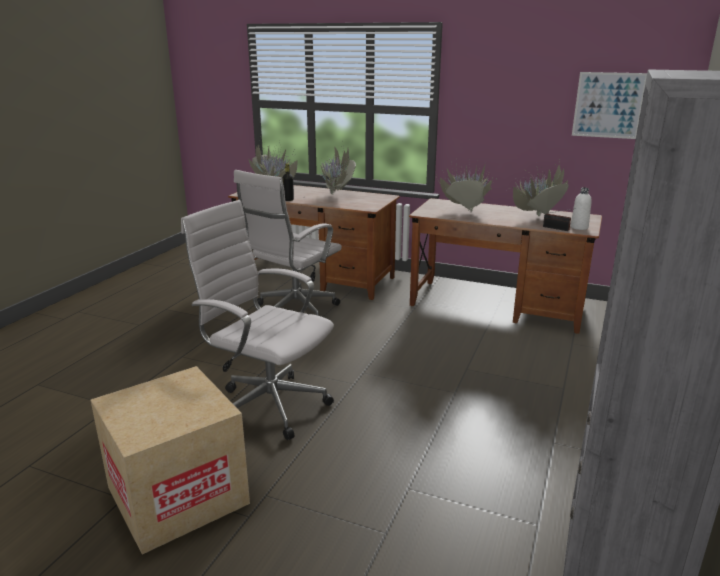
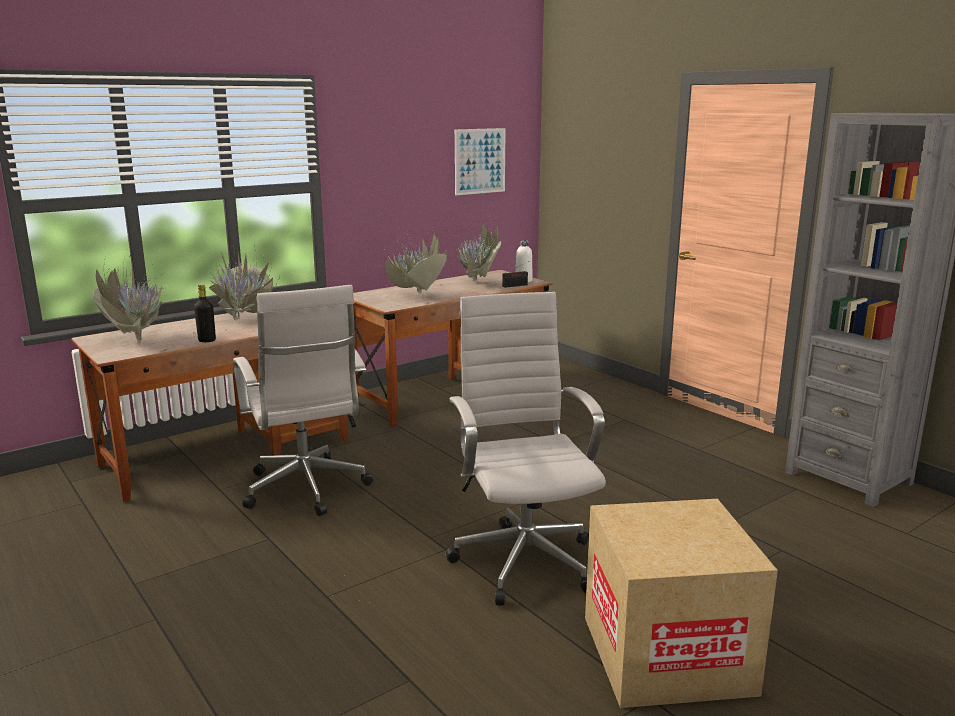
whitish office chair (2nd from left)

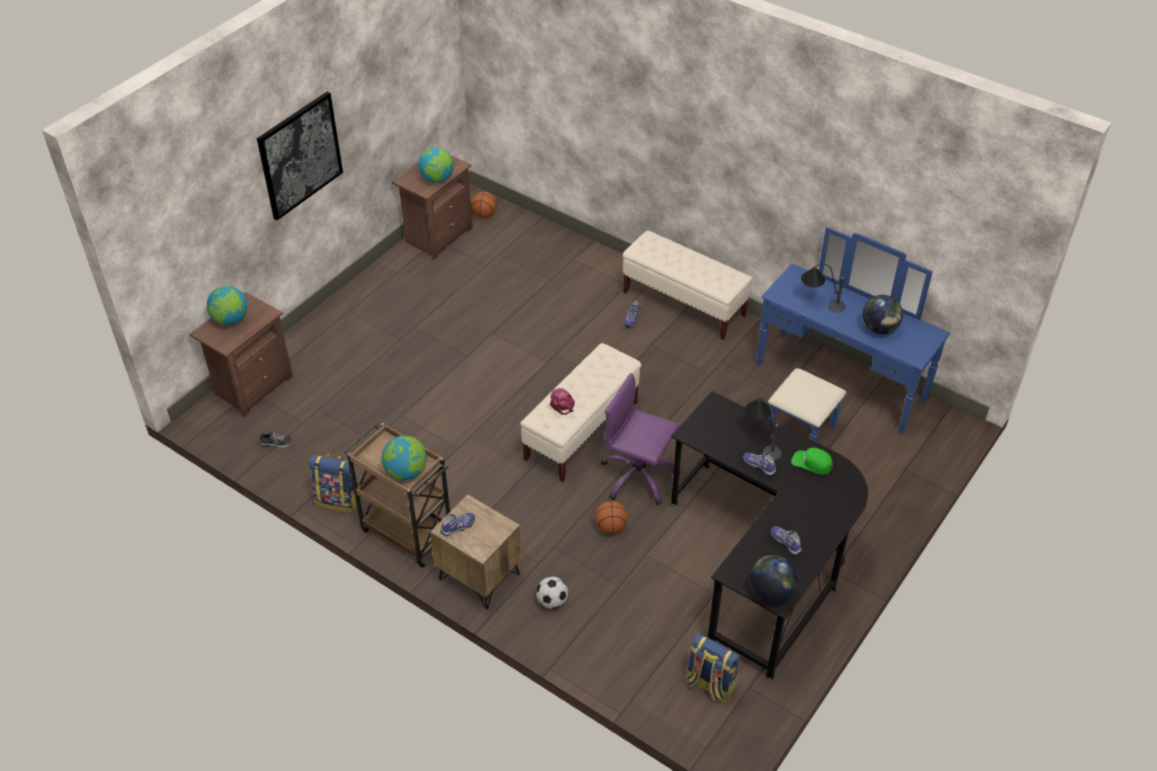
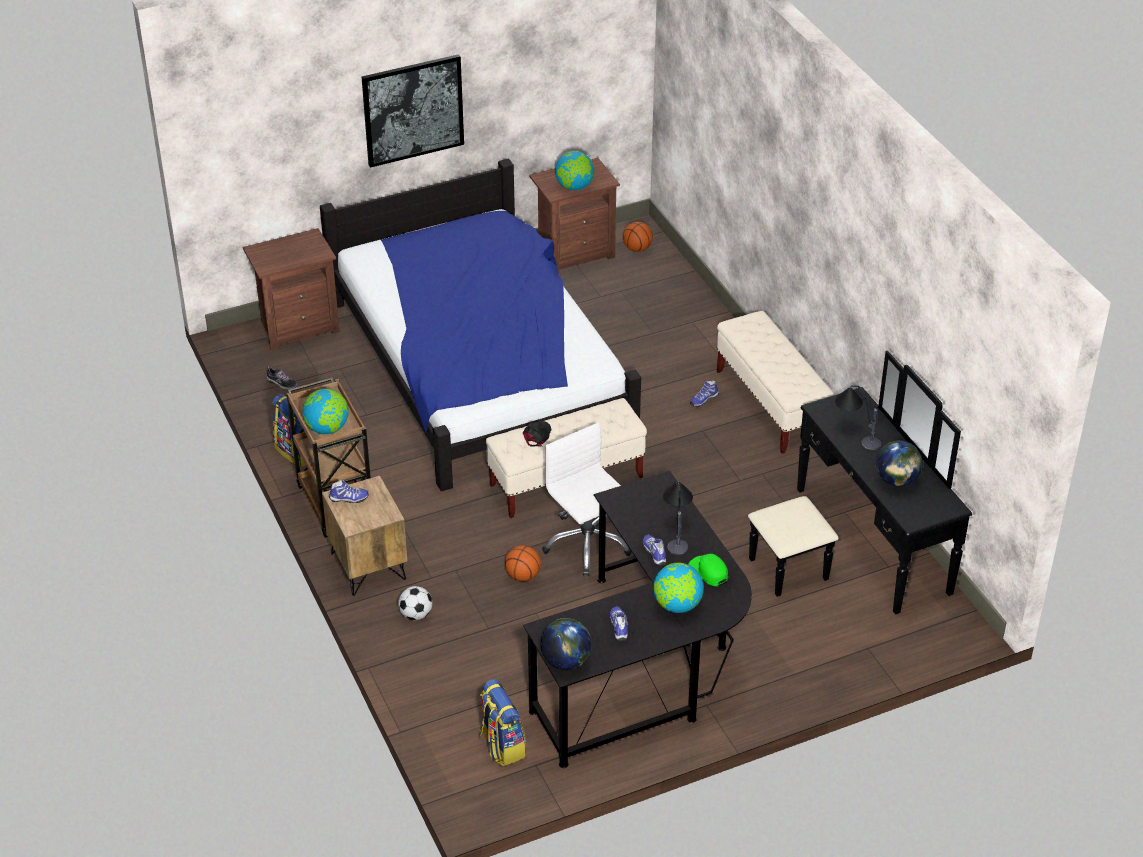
sleeping bed; world globe (4th from left); black-coloured cap; whitish office chair; black-coloured chest of drawers

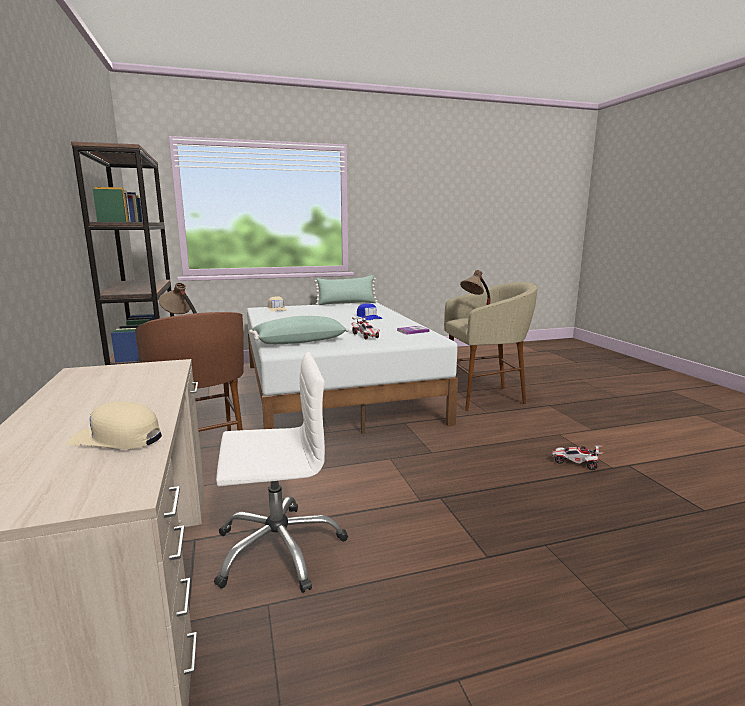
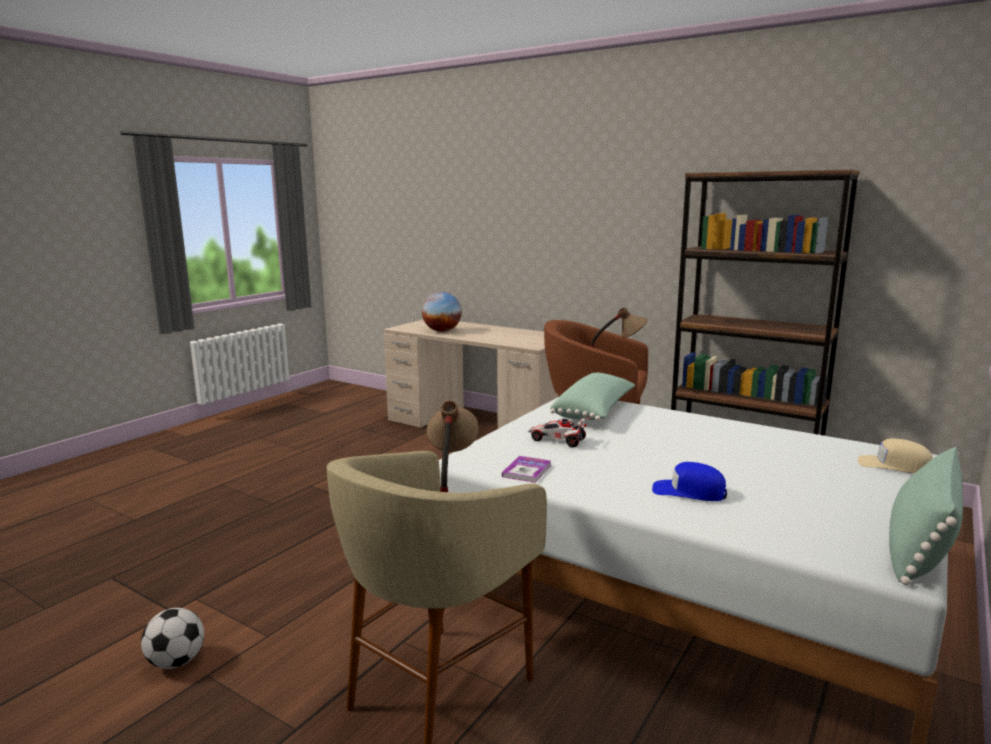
whitish office chair; miniature car (2nd from left in the first image); football; world globe

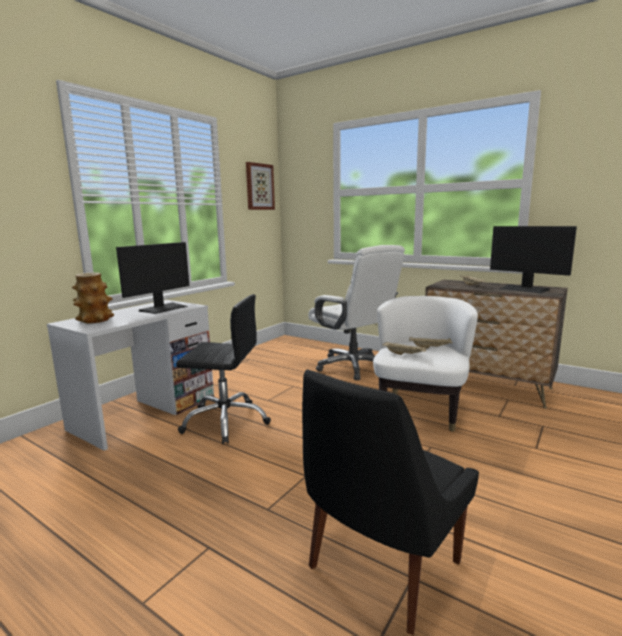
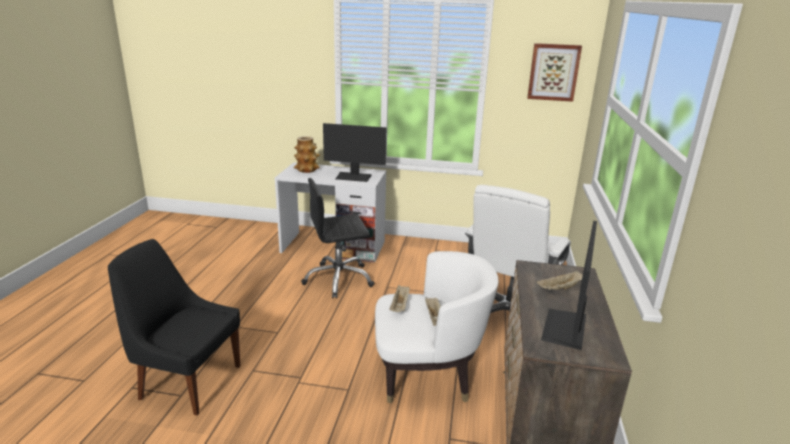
black-coloured office chair

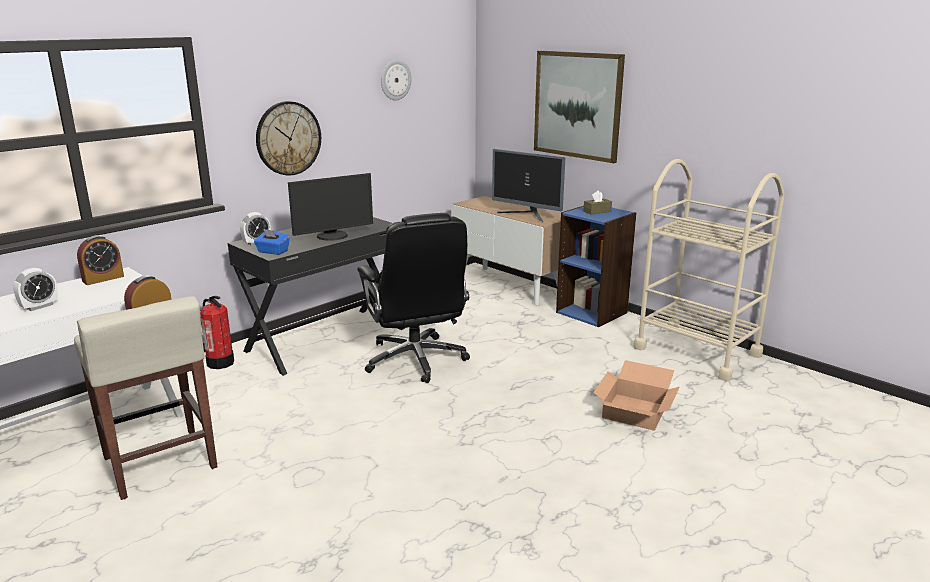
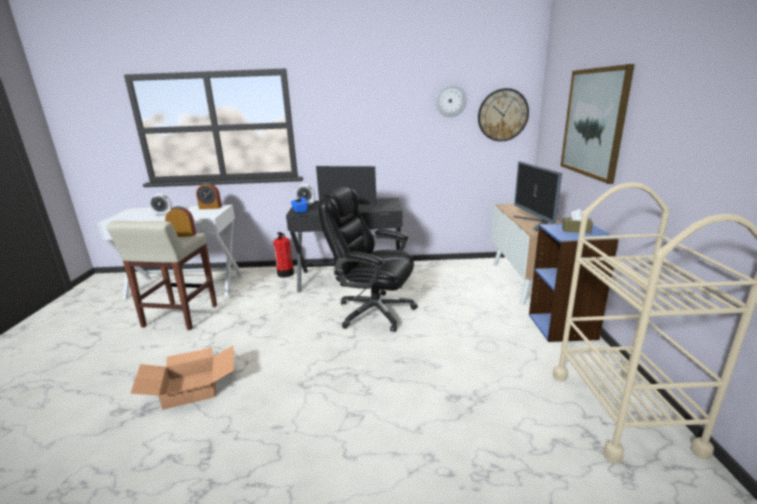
wall clock (2nd from left); carton; black-coloured office chair

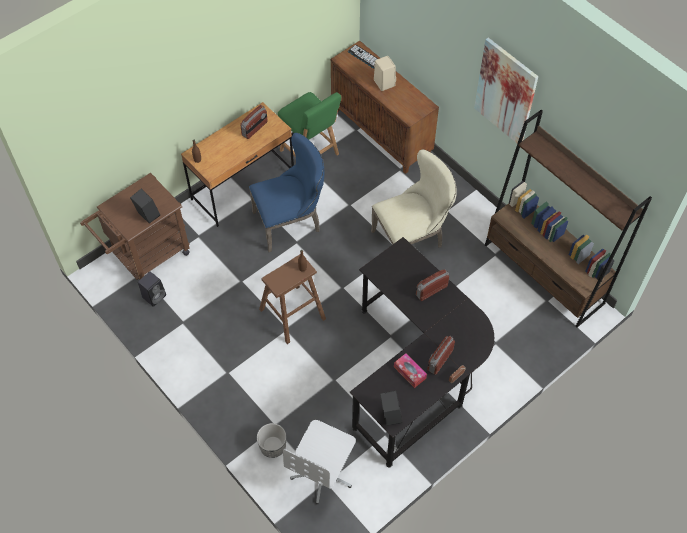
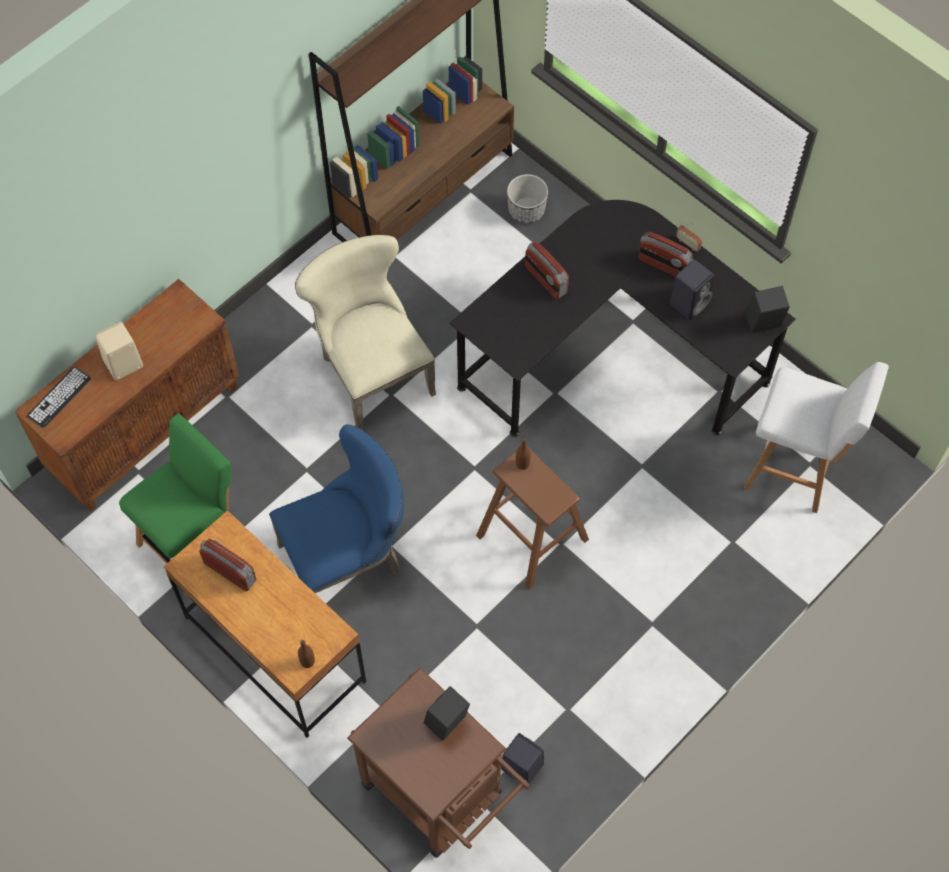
picture; plant pot; whitish stool; black-coloured audio speaker (3rd from left); blue-coloured chair

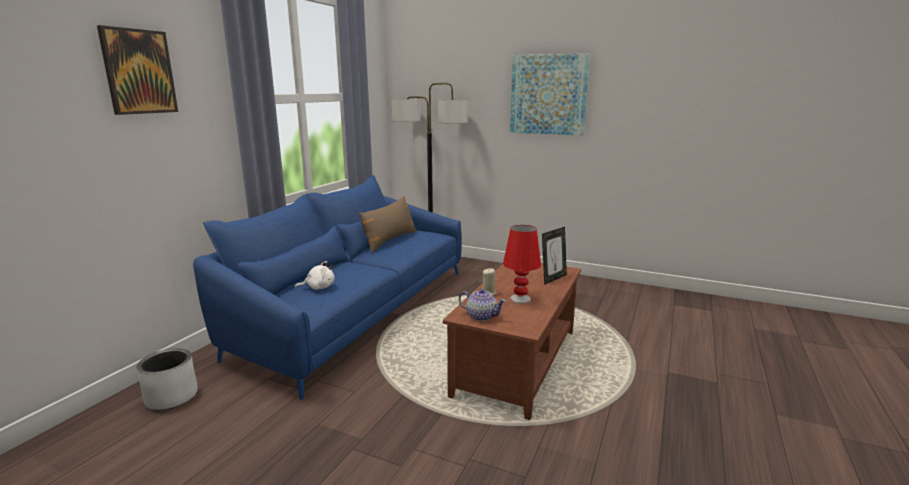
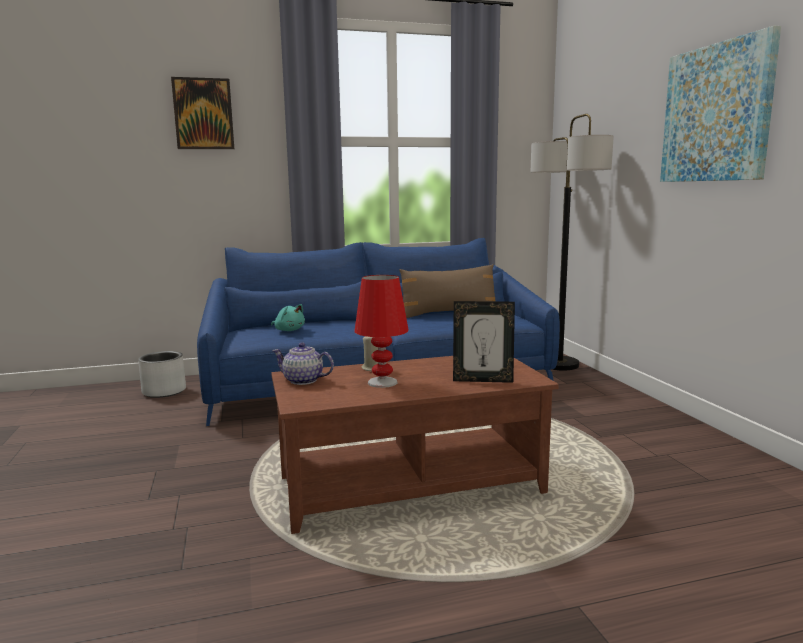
blue-green plush toy; tea pot

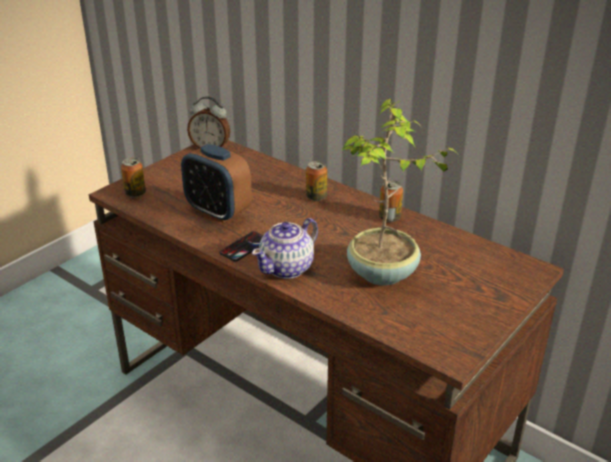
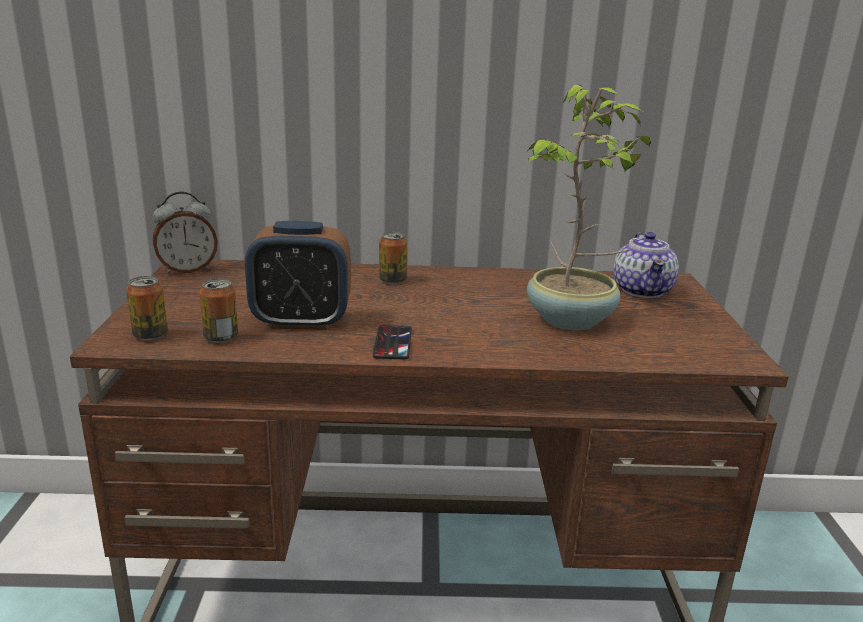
tea pot; sealed can (2nd from left)

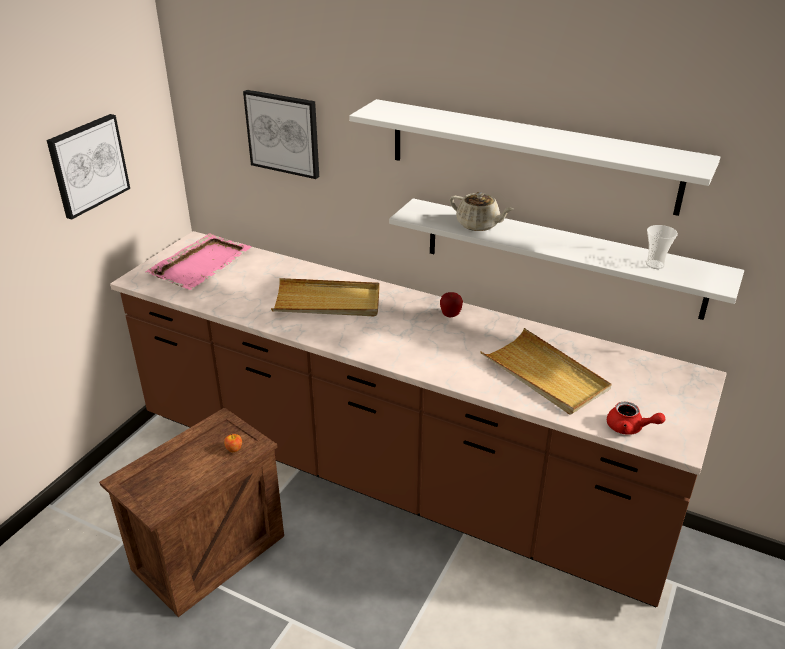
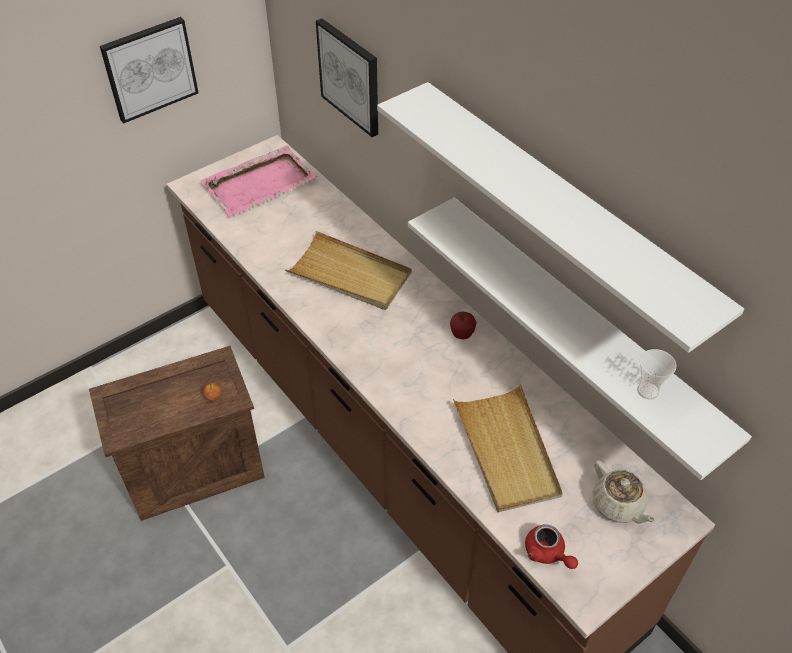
beige tea pot

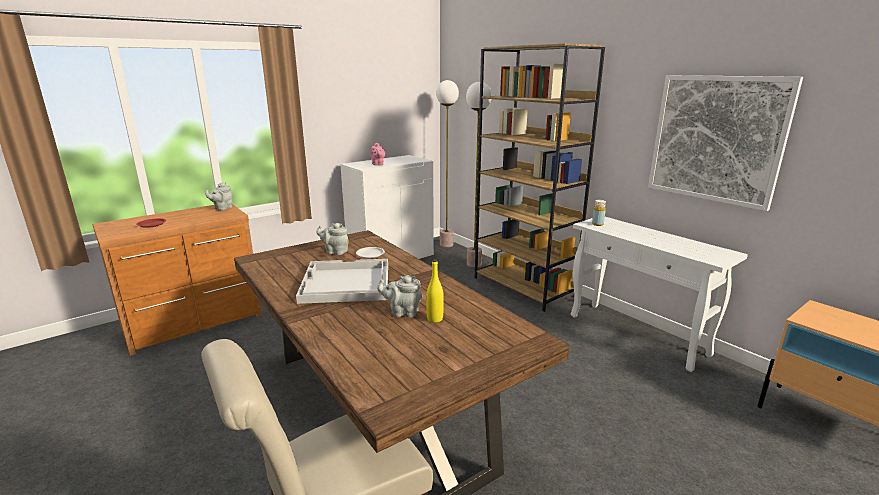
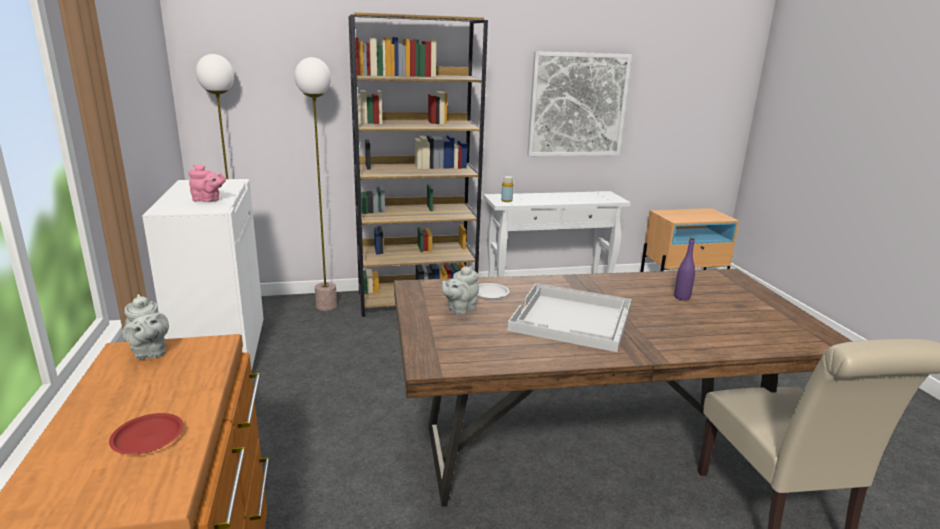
gray tea pot (3rd from left in the first image); purple-coloured beverage bottle

